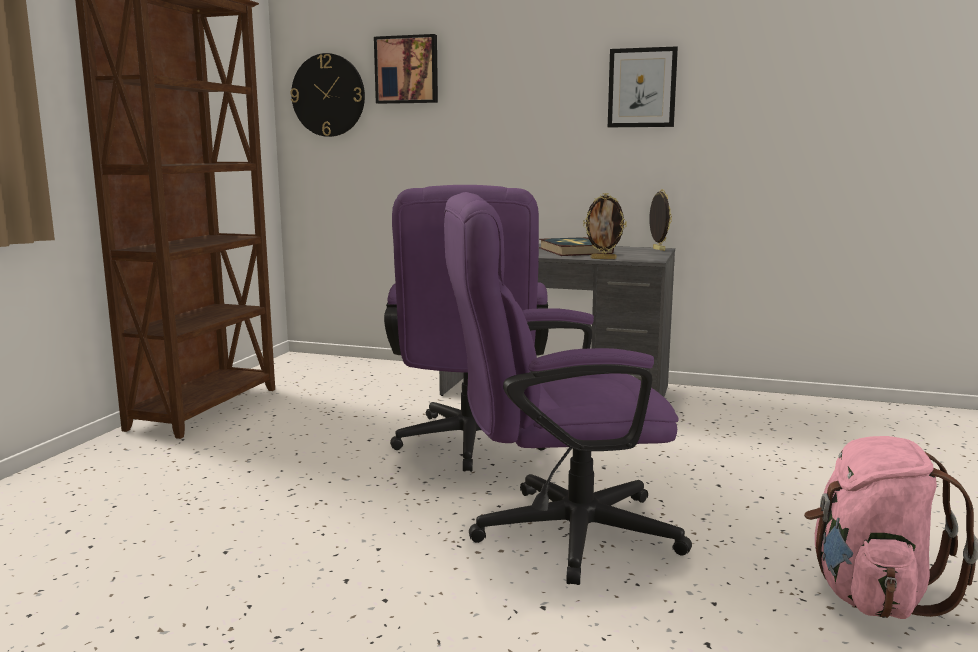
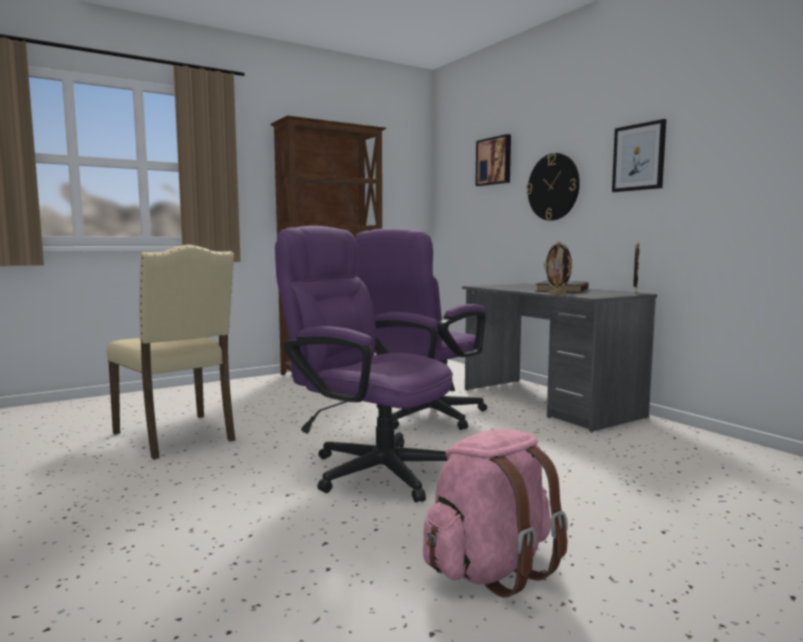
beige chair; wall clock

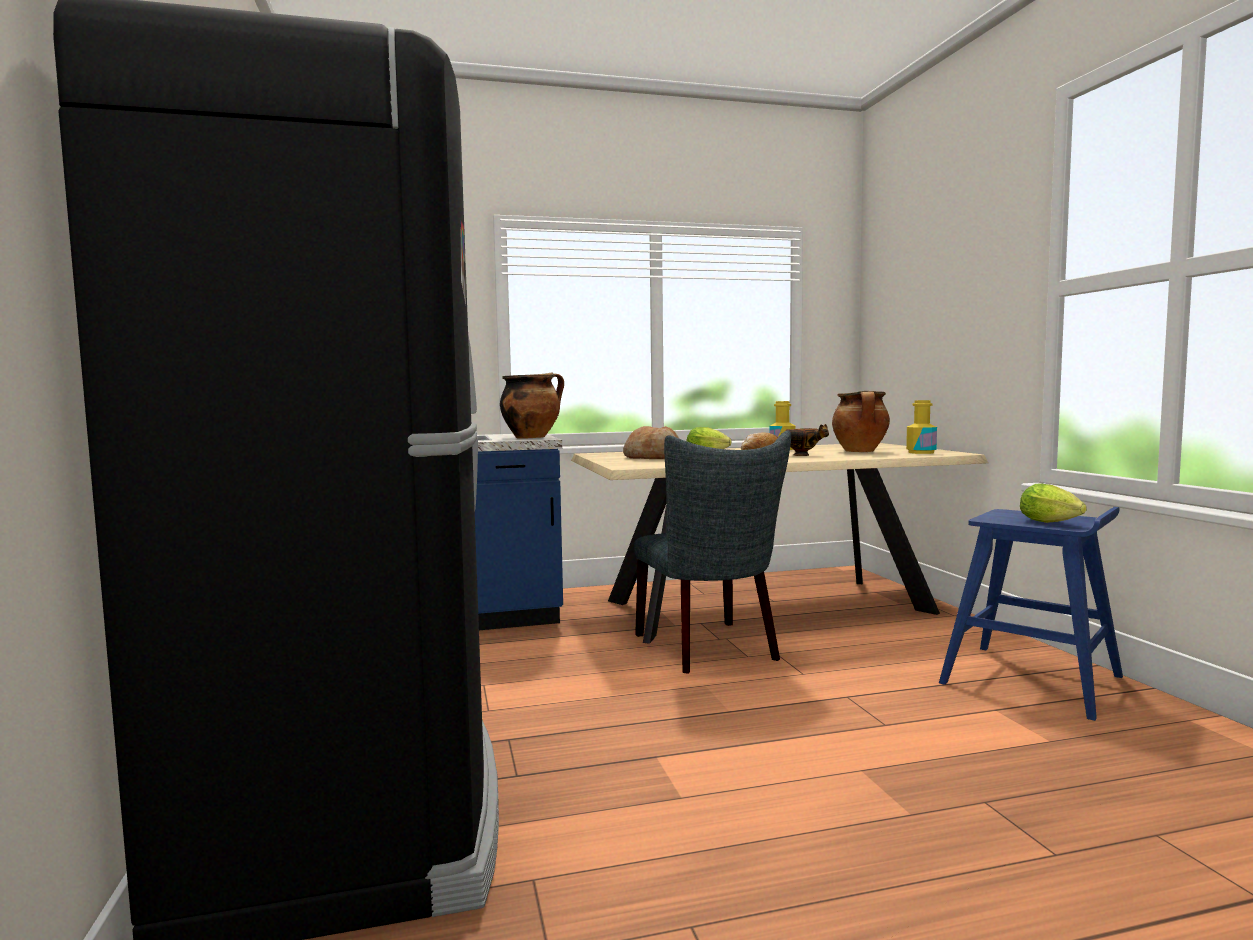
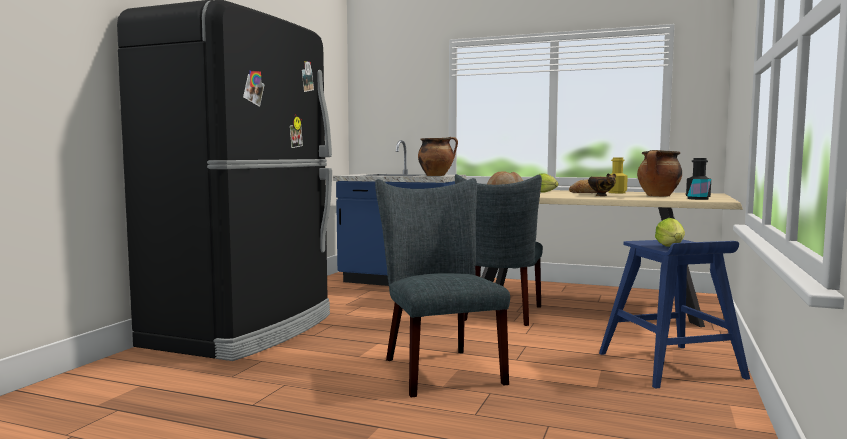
gray chair (1st from left); black-coloured beverage bottle

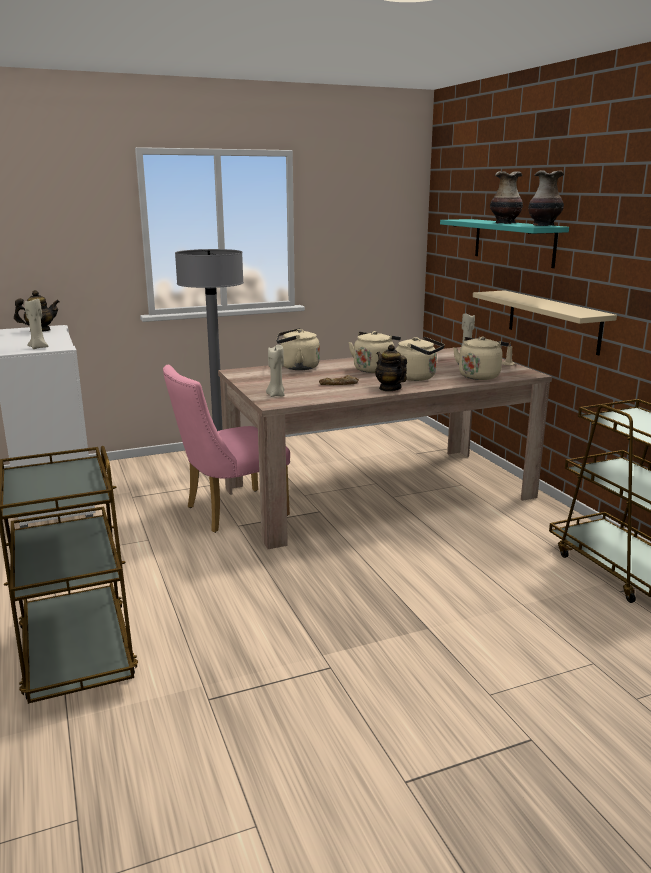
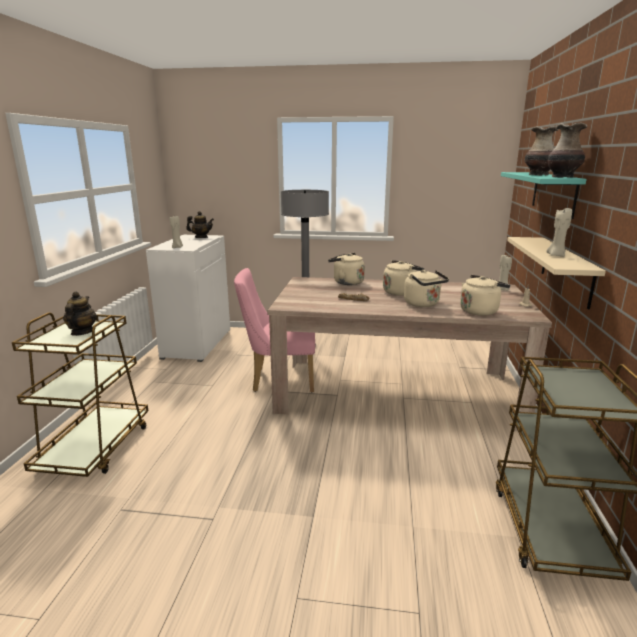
beige wax candle (4th from left); tea pot (1st from left)

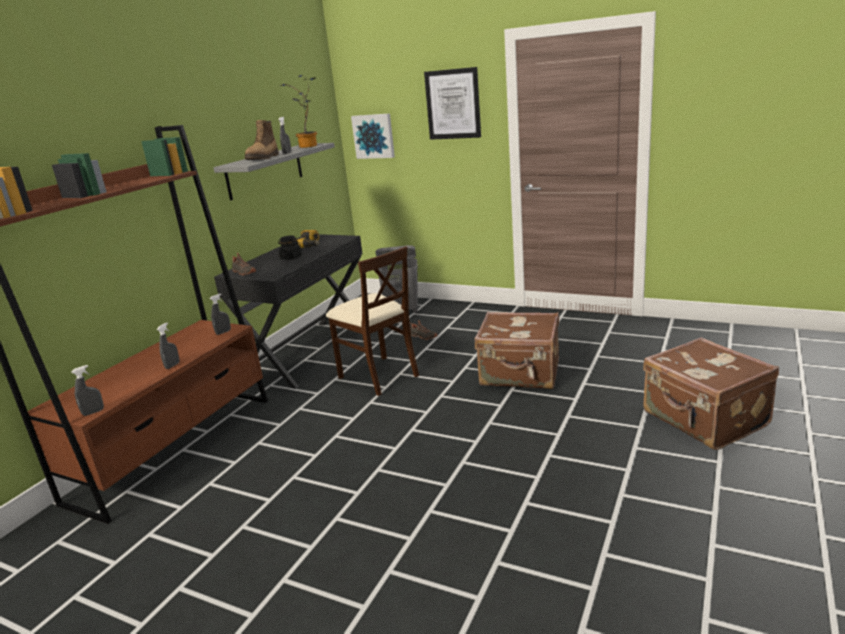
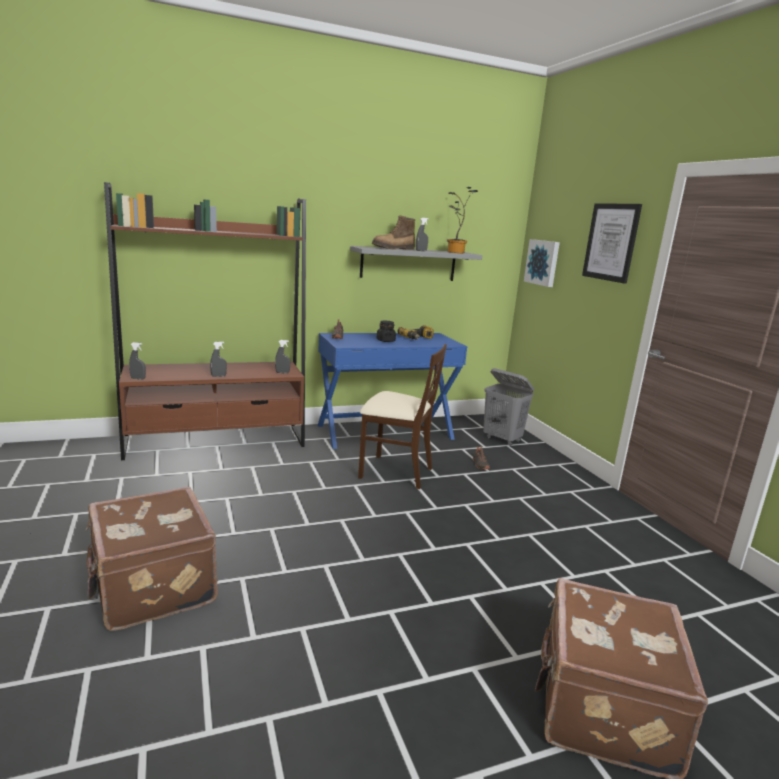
brown piece of luggage (1st from left); blue-coloured desk unit; beige chair

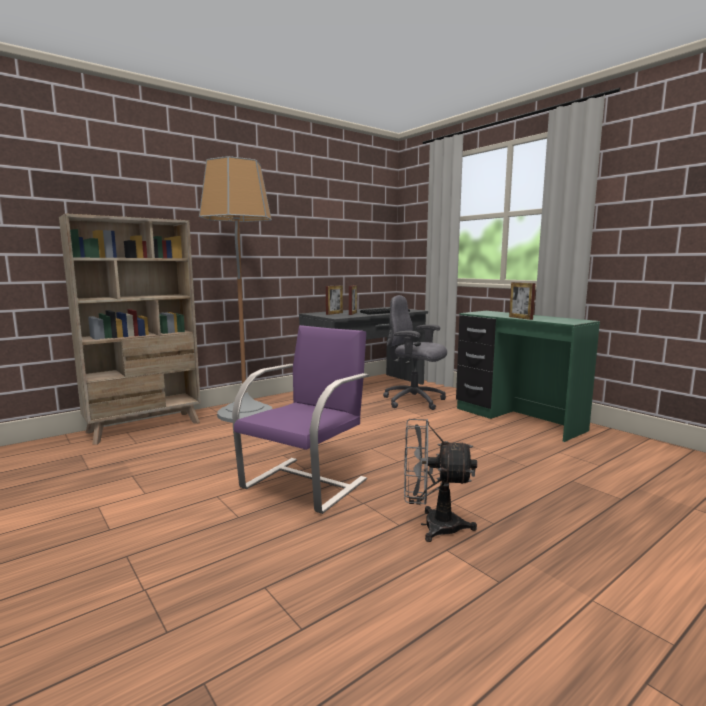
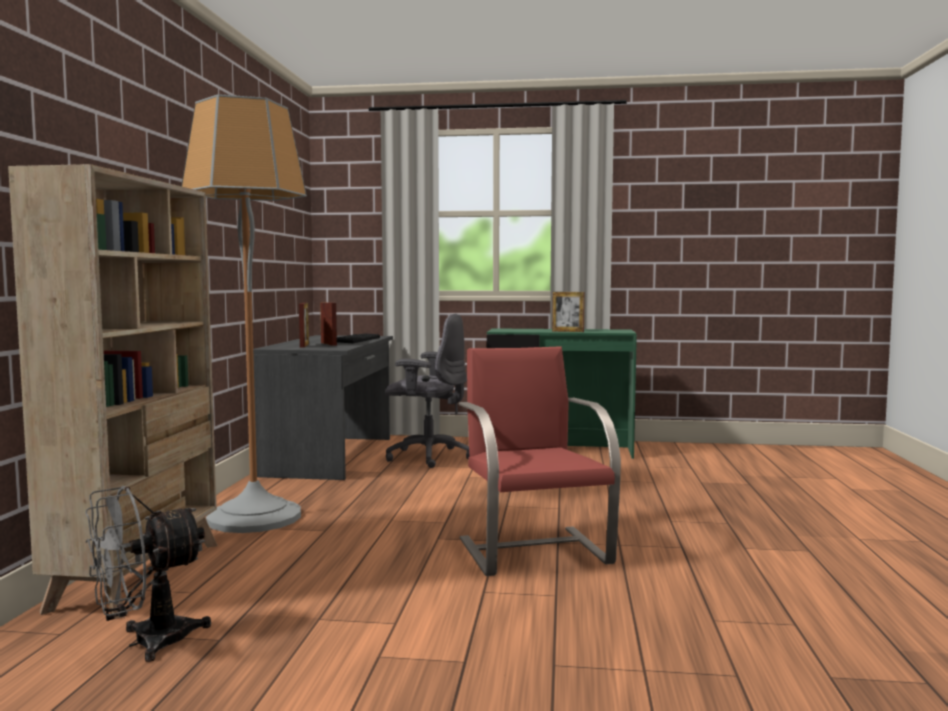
gray fan; red-coloured chair; gray office chair

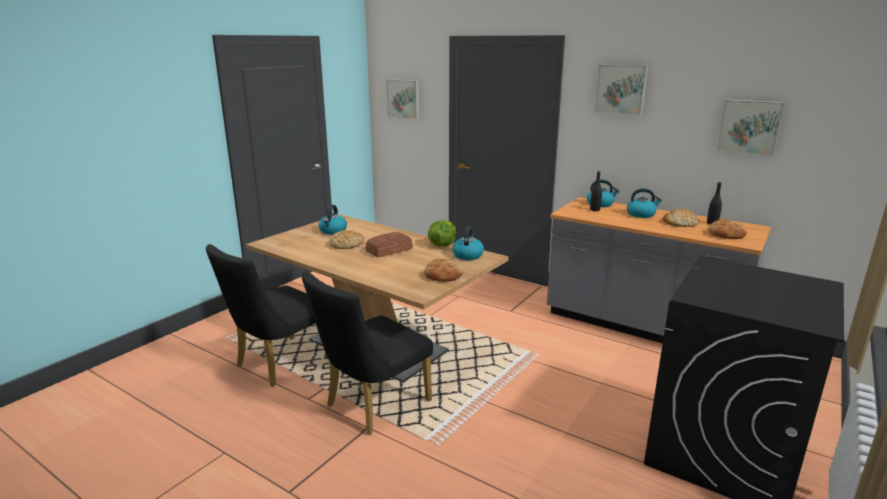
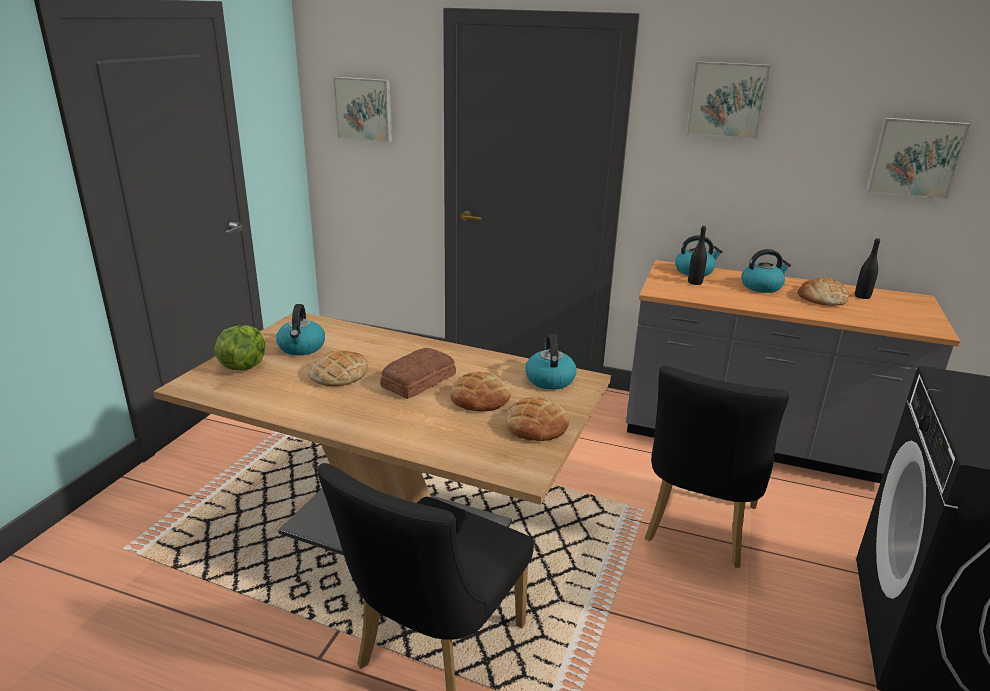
black-coloured chair (2nd from left); lettuce; bread (3rd from left)

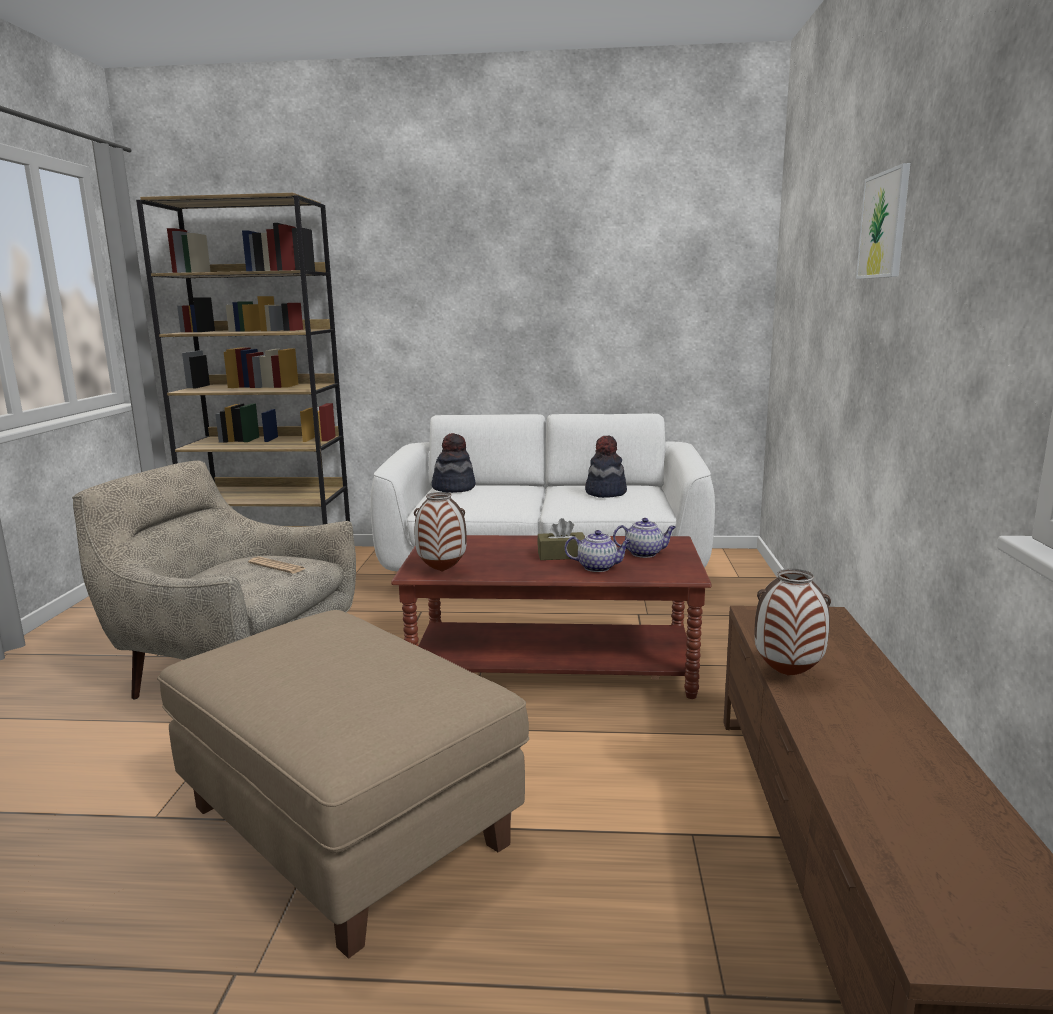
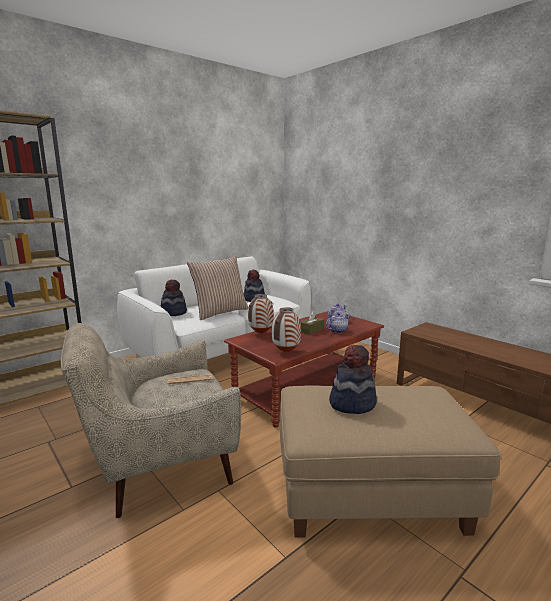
picture; cushion; wearable hat (3rd from left); vase (1st from left)

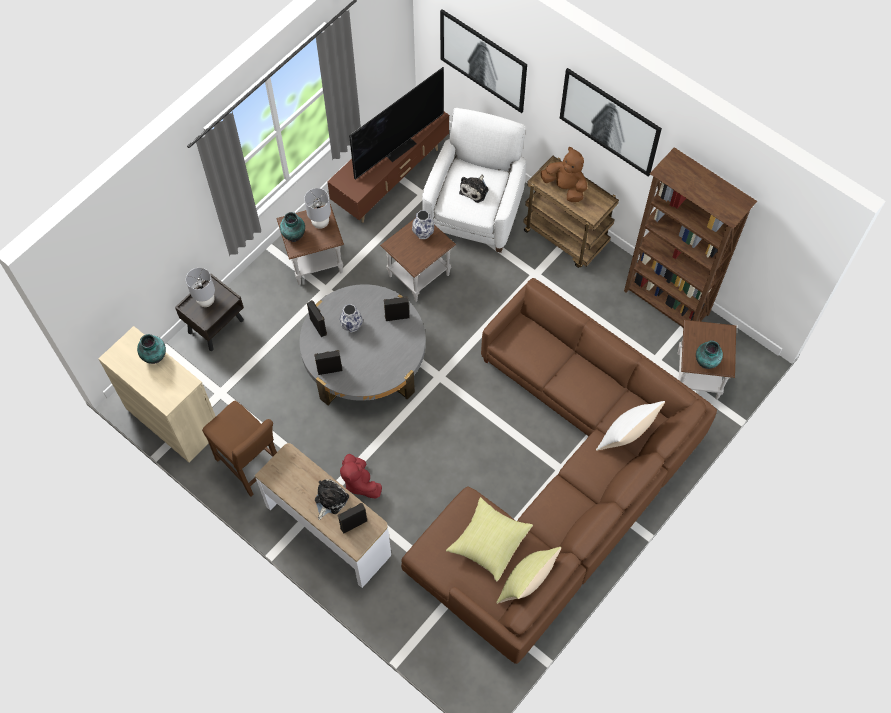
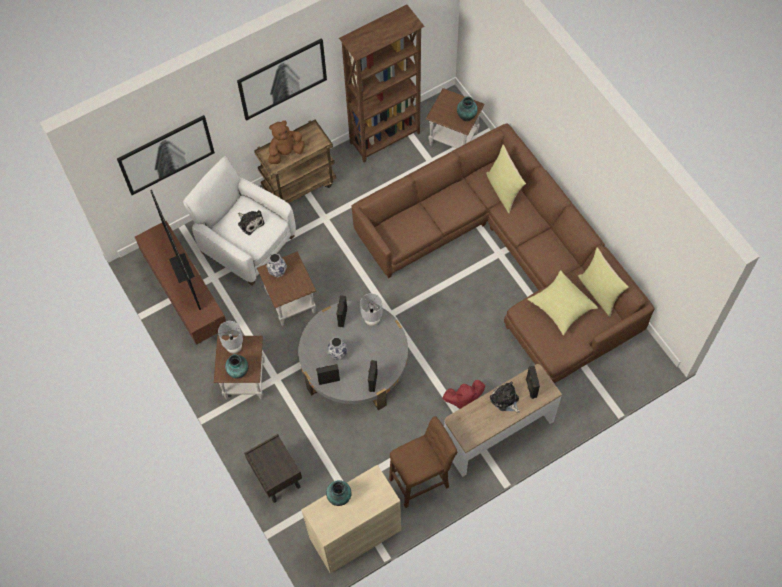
gray lamp for a table (2nd from left); yellowish cushion (1st from left)

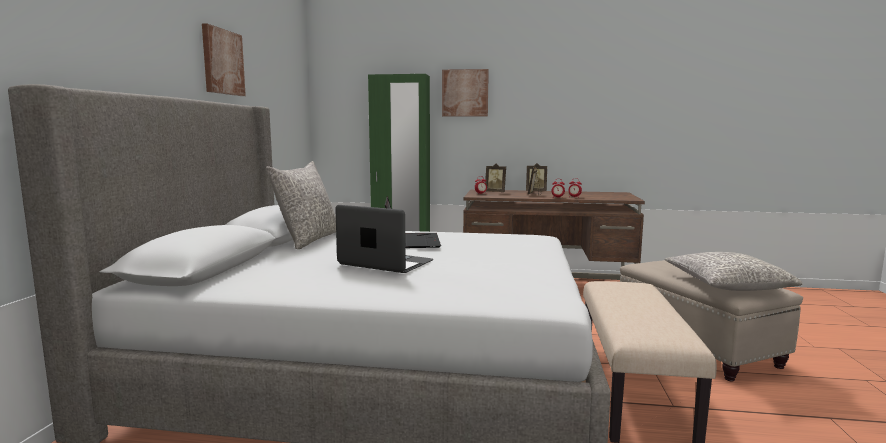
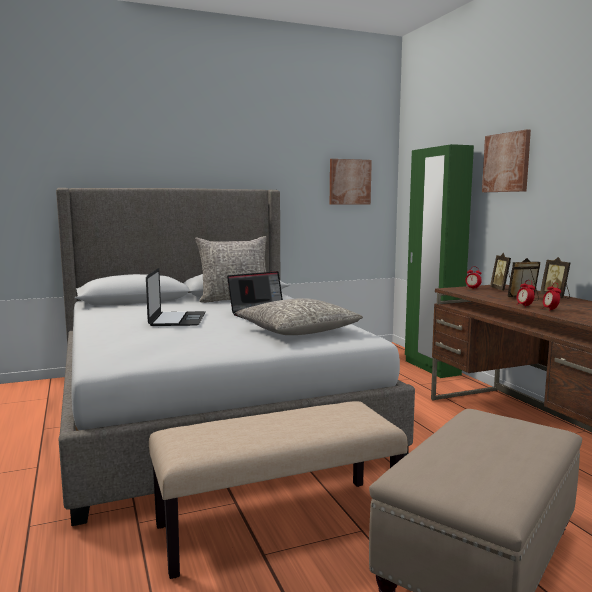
picture (1st from left); gray cushion (2nd from left)

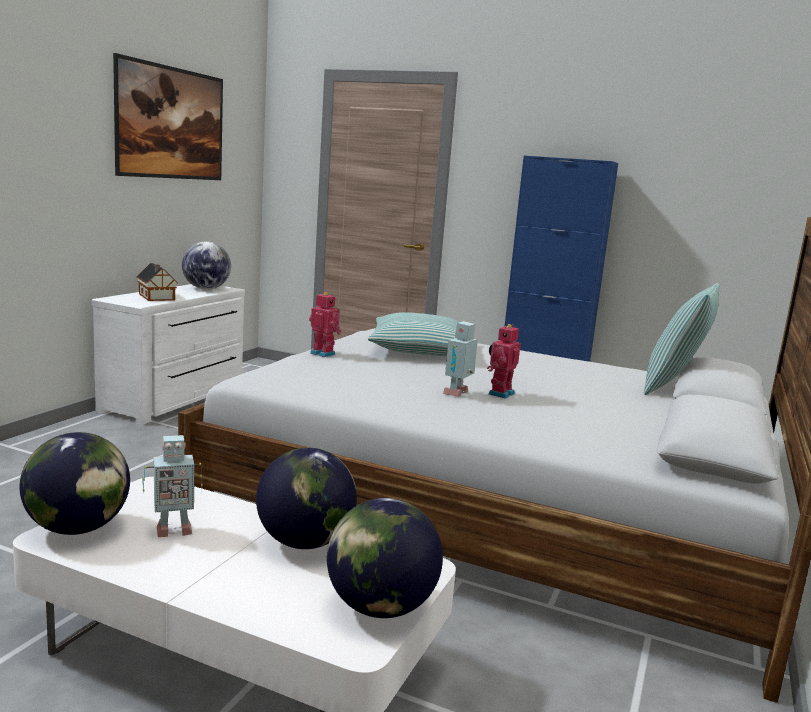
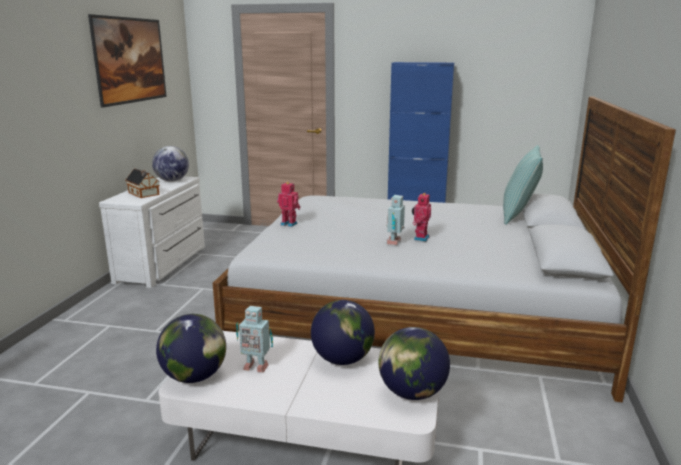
cushion (1st from left in the first image); model robot (1st from left)

